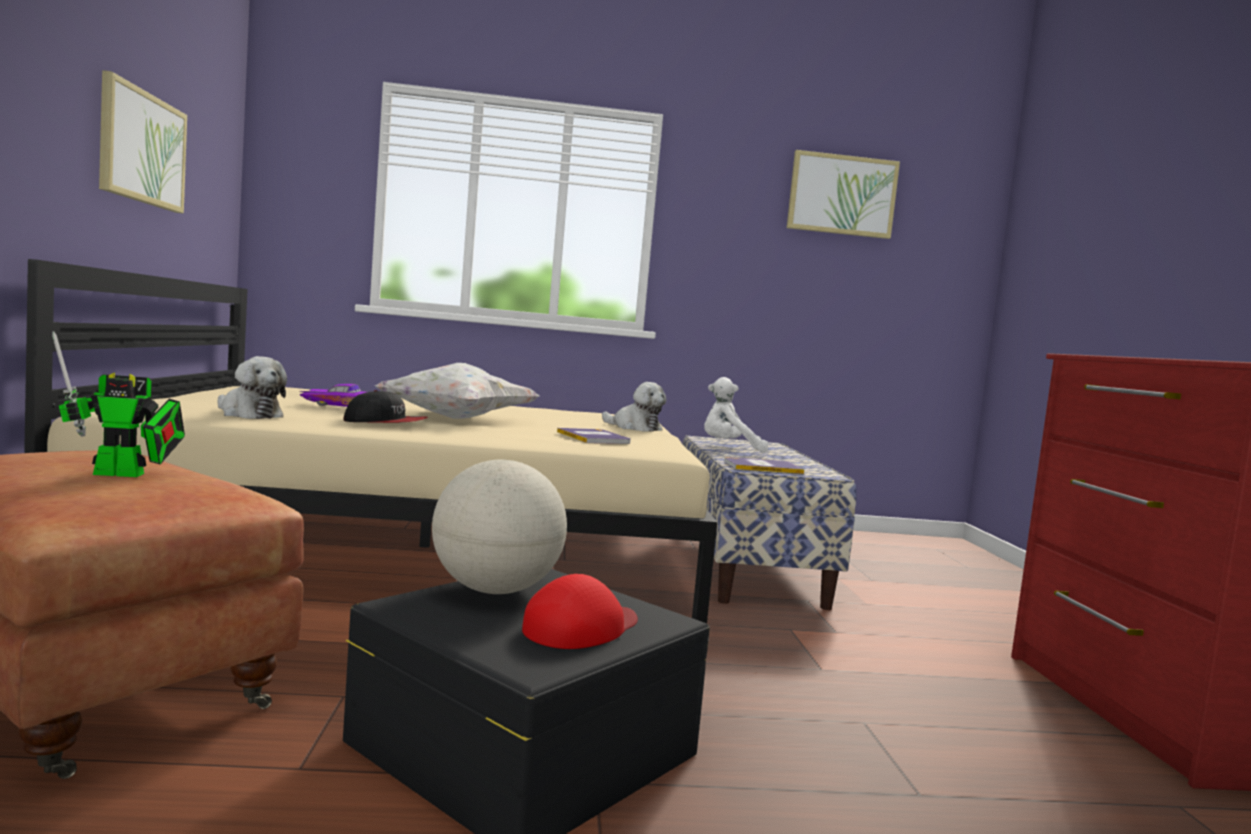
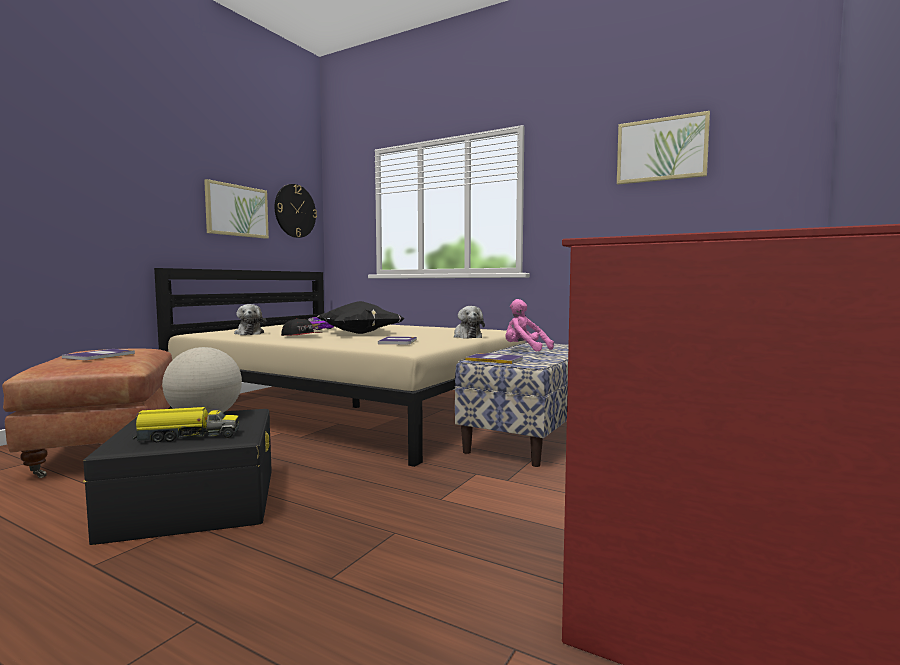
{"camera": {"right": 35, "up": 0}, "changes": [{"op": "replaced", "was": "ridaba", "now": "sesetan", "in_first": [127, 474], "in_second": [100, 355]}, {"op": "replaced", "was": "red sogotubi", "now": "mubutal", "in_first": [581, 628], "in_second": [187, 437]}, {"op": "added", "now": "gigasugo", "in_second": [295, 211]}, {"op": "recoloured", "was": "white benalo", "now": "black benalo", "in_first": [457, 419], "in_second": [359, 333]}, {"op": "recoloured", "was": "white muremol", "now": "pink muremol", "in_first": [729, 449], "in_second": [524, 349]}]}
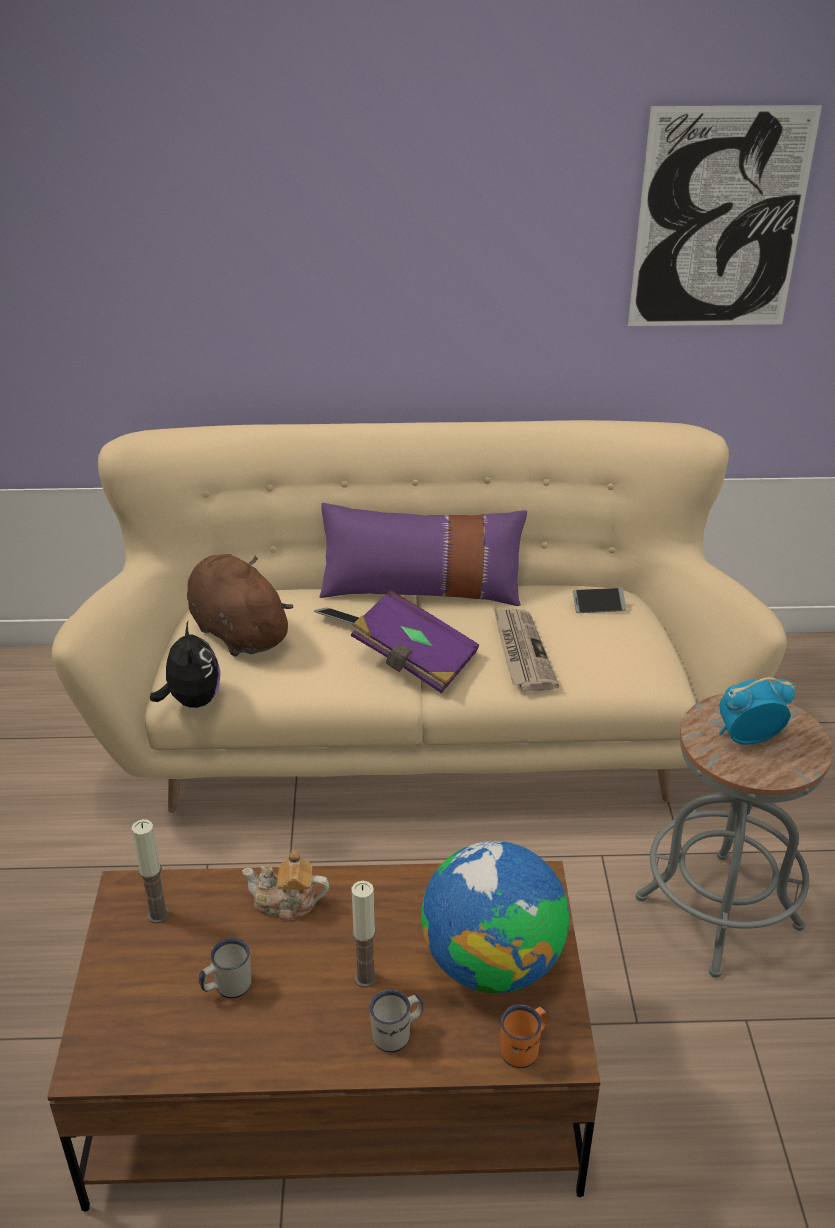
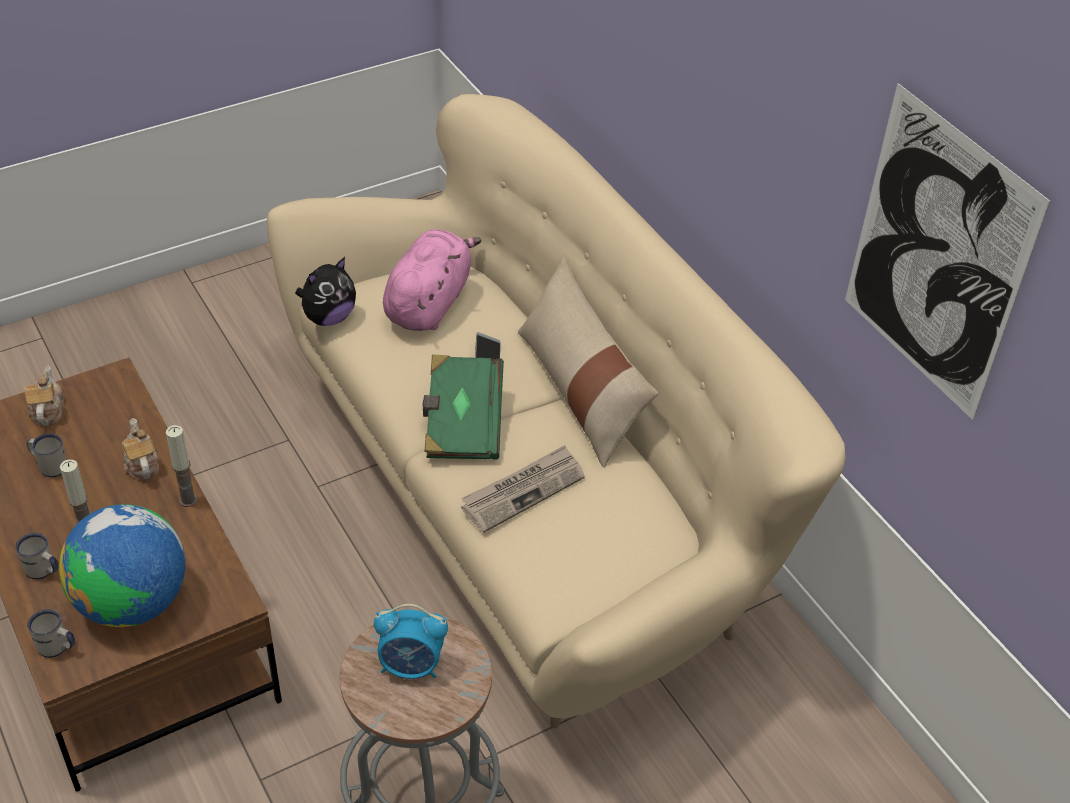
{"camera": {"right": 60, "up": 10}, "changes": [{"op": "added", "now": "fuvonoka", "in_second": [47, 410]}, {"op": "recoloured", "was": "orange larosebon", "now": "white larosebon", "in_first": [525, 1048], "in_second": [57, 648]}, {"op": "moved", "was": "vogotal", "in_first": [158, 915], "in_second": [188, 500]}, {"op": "turned", "was": "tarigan", "in_first": [747, 738], "in_second": [411, 666], "clockwise": 135}, {"op": "recoloured", "was": "brown muremol", "now": "pink muremol", "in_first": [237, 631], "in_second": [429, 303]}, {"op": "recoloured", "was": "purple sesetan", "now": "green sesetan", "in_first": [414, 660], "in_second": [462, 424]}, {"op": "recoloured", "was": "purple benalo", "now": "beige benalo", "in_first": [421, 589], "in_second": [580, 391]}, {"op": "removed", "was": "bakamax", "in_first": [598, 605]}]}
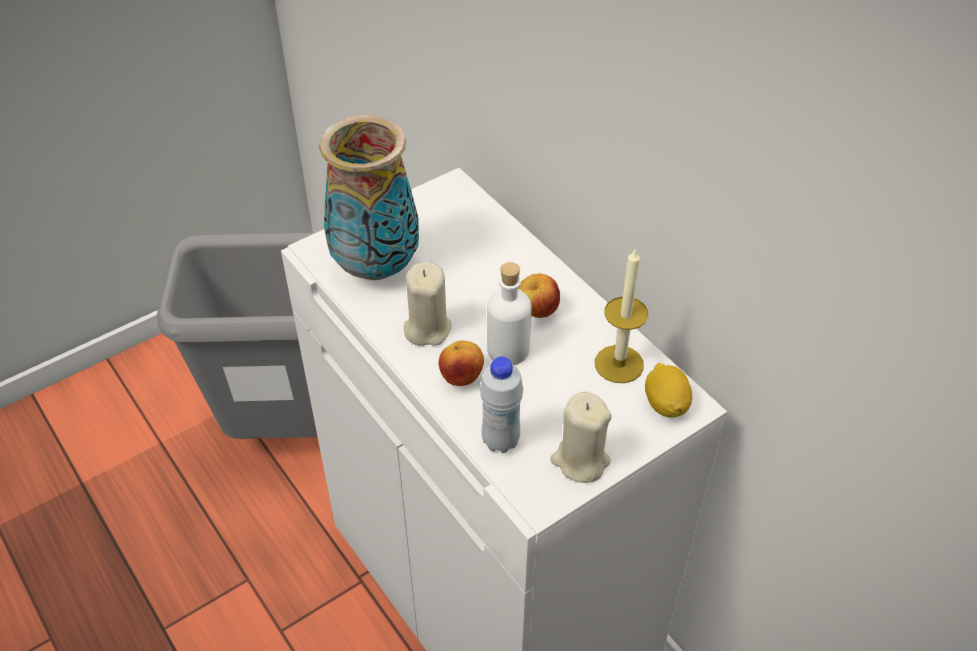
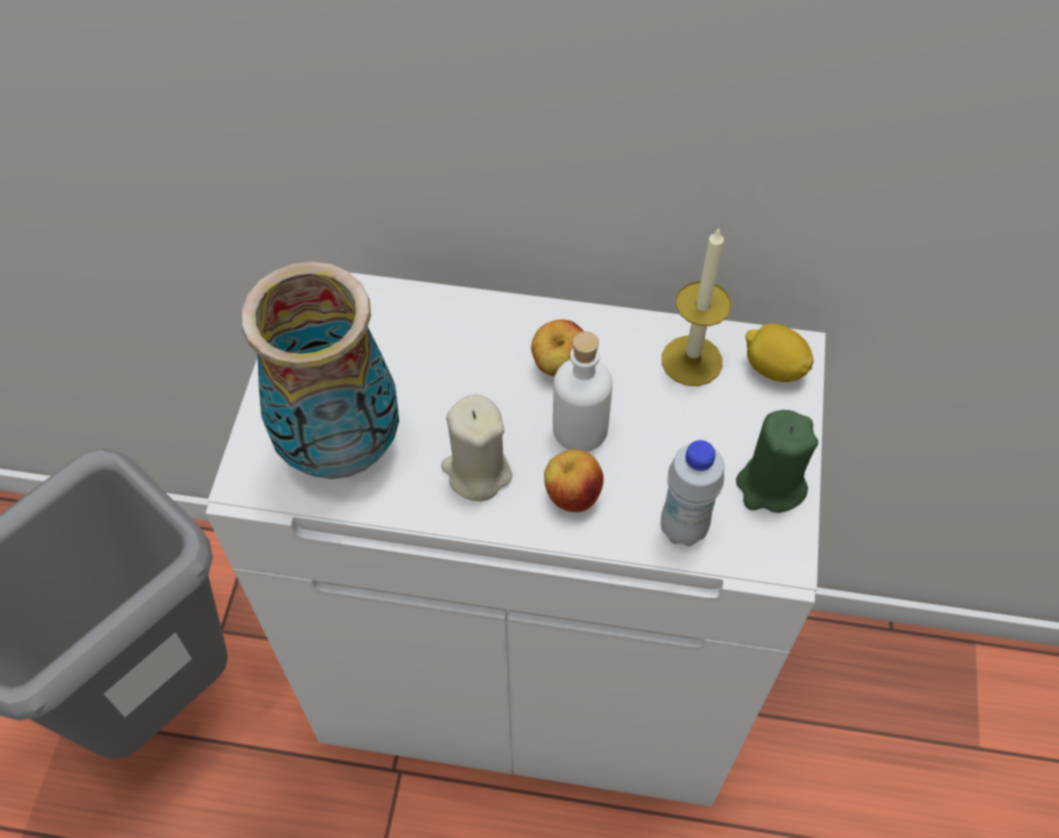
{"camera": {"right": -45, "up": 10}, "changes": [{"op": "recoloured", "was": "beige vogotal", "now": "green vogotal", "in_first": [580, 461], "in_second": [770, 486]}]}
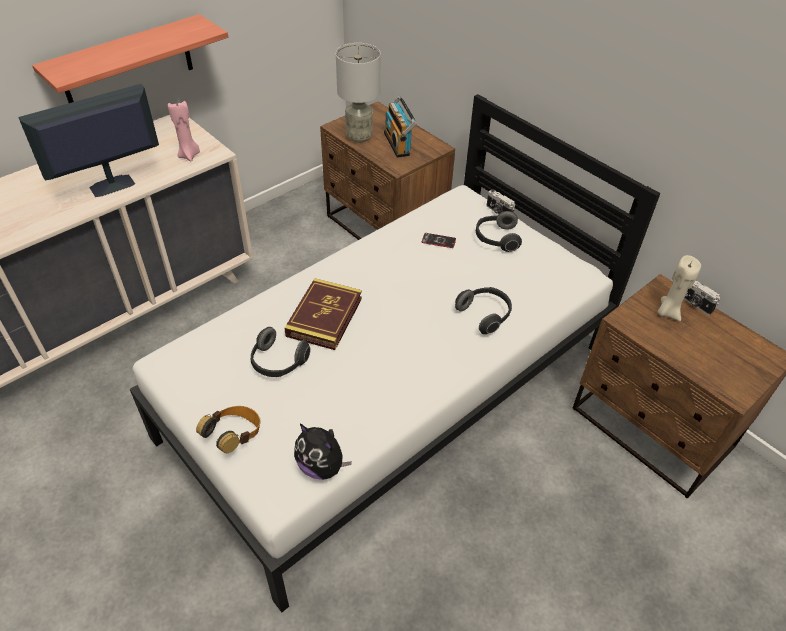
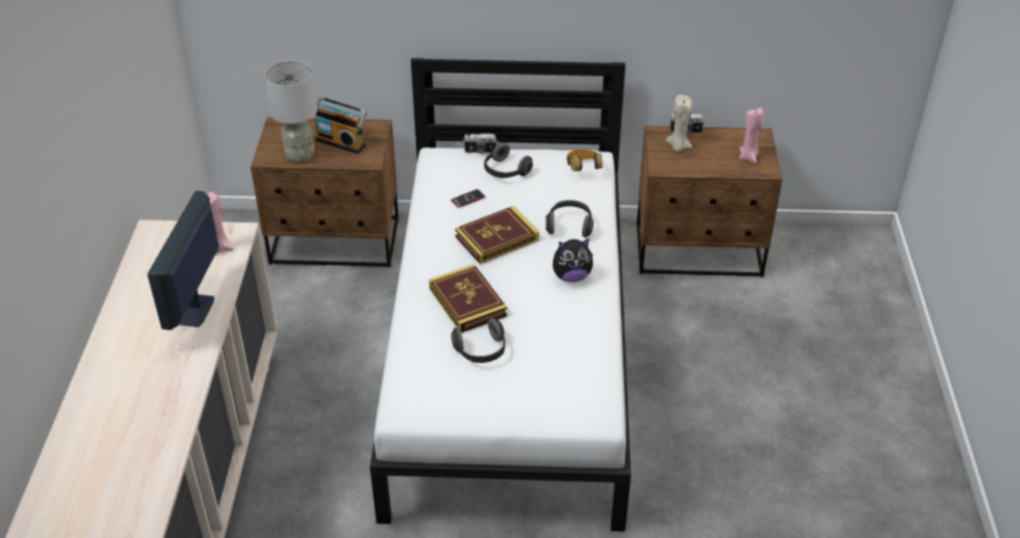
{"camera": {"right": -45, "up": -5}, "changes": [{"op": "added", "now": "sesetan", "in_second": [497, 238]}, {"op": "moved", "was": "muremol", "in_first": [322, 466], "in_second": [571, 276]}, {"op": "moved", "was": "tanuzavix", "in_first": [235, 436], "in_second": [583, 169]}, {"op": "added", "now": "pink vogotal", "in_second": [748, 157]}, {"op": "removed", "was": "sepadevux", "in_first": [127, 63]}]}
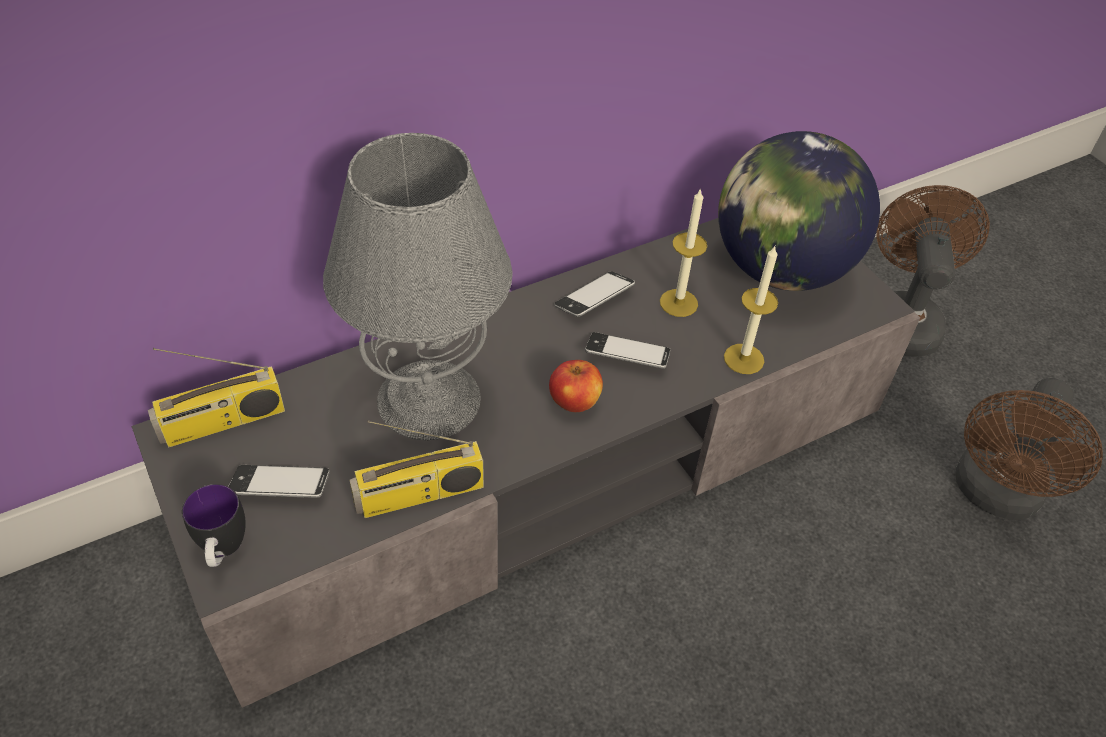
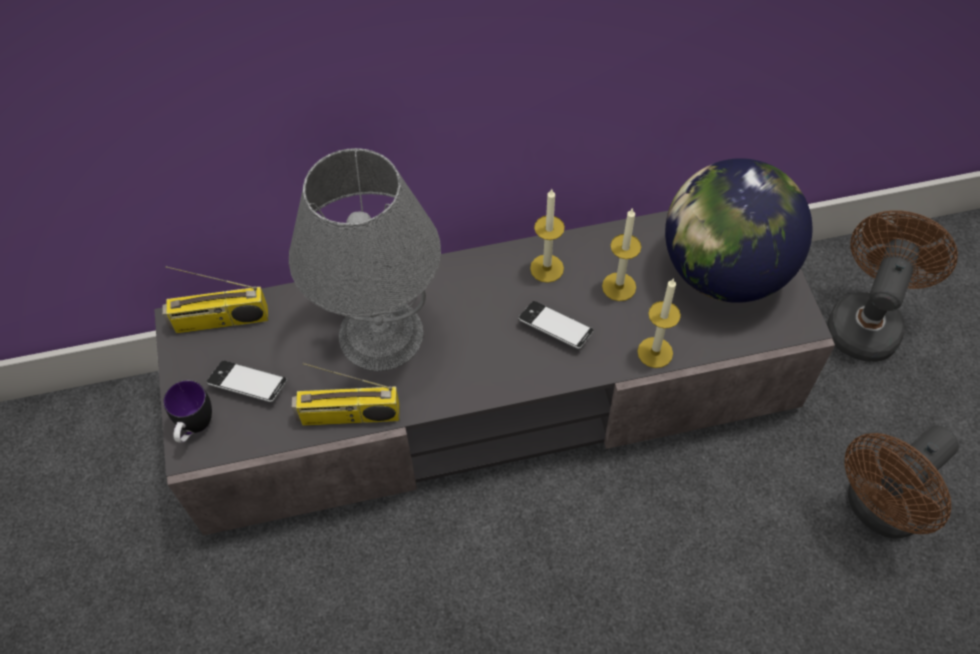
{"camera": {"right": 20, "up": 10}, "changes": [{"op": "replaced", "was": "bakamax", "now": "vogotal", "in_first": [594, 299], "in_second": [547, 268]}, {"op": "removed", "was": "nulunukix", "in_first": [574, 401]}]}
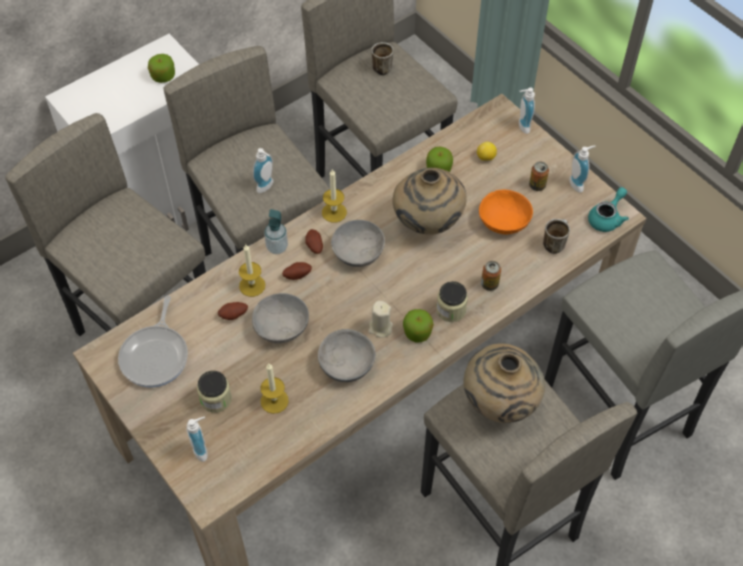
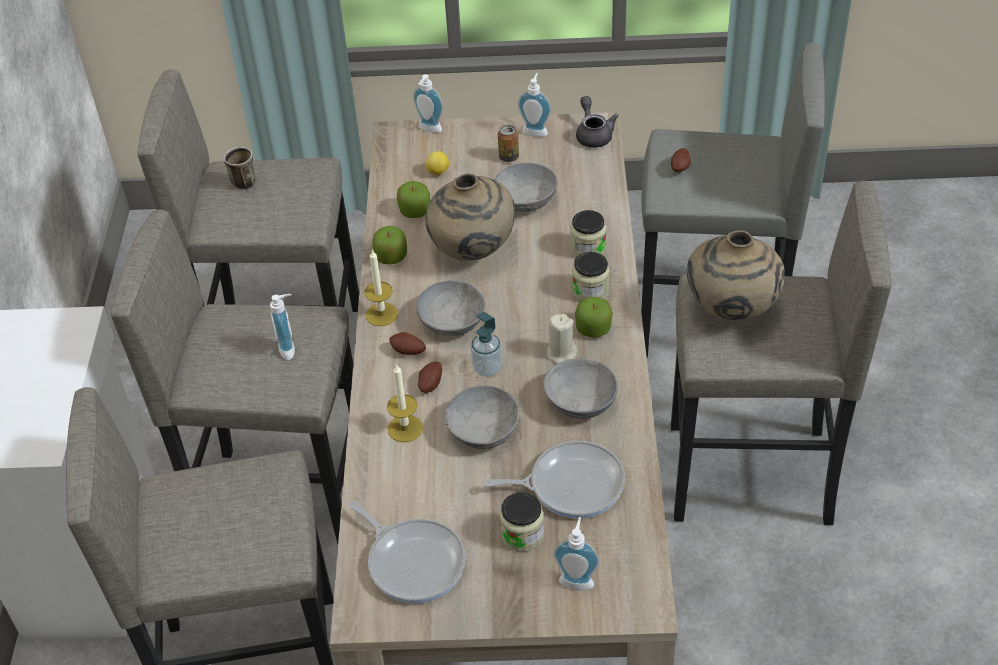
{"camera": {"right": -50, "up": -10}, "changes": [{"op": "moved", "was": "nulunukix", "in_first": [163, 76], "in_second": [391, 257]}, {"op": "moved", "was": "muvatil", "in_first": [277, 247], "in_second": [487, 368]}, {"op": "replaced", "was": "vogotal", "now": "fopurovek", "in_first": [274, 401], "in_second": [571, 484]}, {"op": "recoloured", "was": "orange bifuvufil", "now": "grey bifuvufil", "in_first": [504, 222], "in_second": [527, 200]}, {"op": "replaced", "was": "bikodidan", "now": "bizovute", "in_first": [489, 284], "in_second": [588, 249]}, {"op": "recoloured", "was": "turquoise fuvonoka", "now": "grey fuvonoka", "in_first": [607, 218], "in_second": [593, 134]}, {"op": "moved", "was": "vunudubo", "in_first": [234, 315], "in_second": [680, 168]}, {"op": "removed", "was": "larosebon", "in_first": [554, 243]}]}
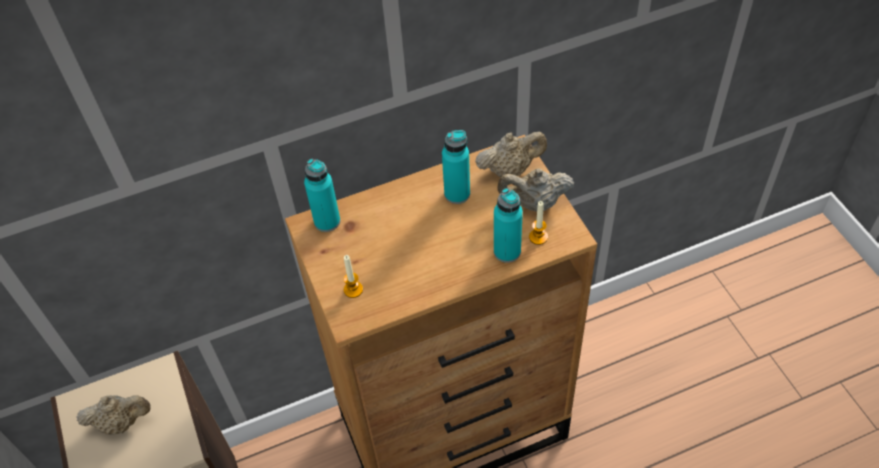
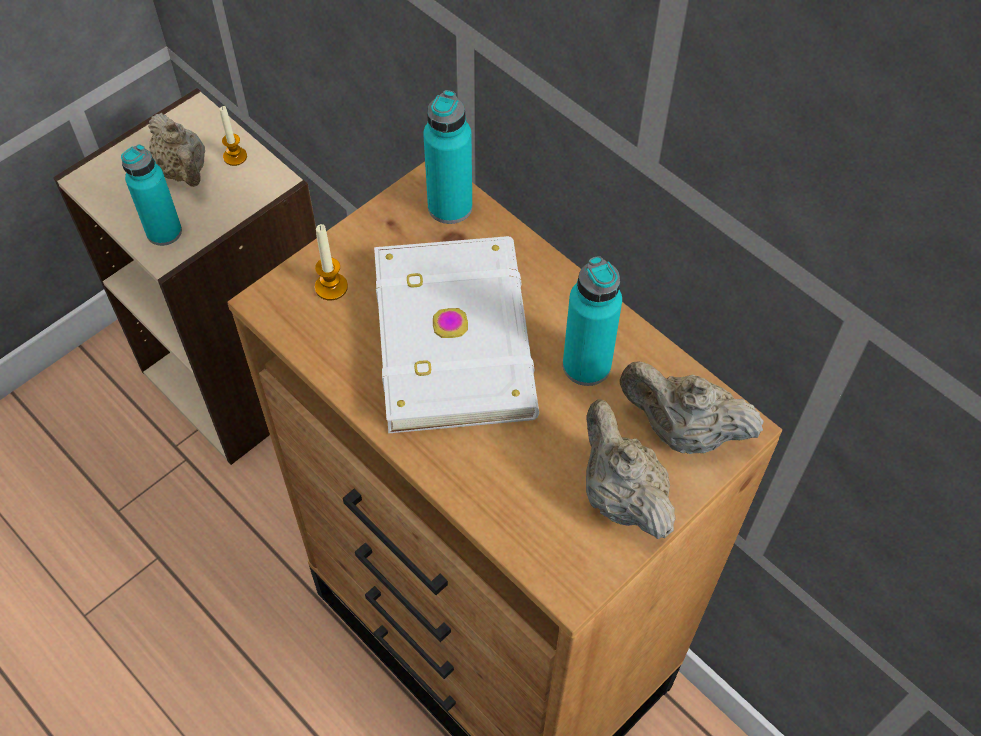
{"camera": {"right": 65, "up": 5}, "changes": [{"op": "moved", "was": "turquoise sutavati", "in_first": [507, 251], "in_second": [164, 232]}, {"op": "moved", "was": "vogotal", "in_first": [538, 237], "in_second": [235, 157]}, {"op": "added", "now": "white sesetan", "in_second": [458, 337]}, {"op": "turned", "was": "beige fuvonoka", "in_first": [510, 169], "in_second": [682, 431], "clockwise": 150}]}
